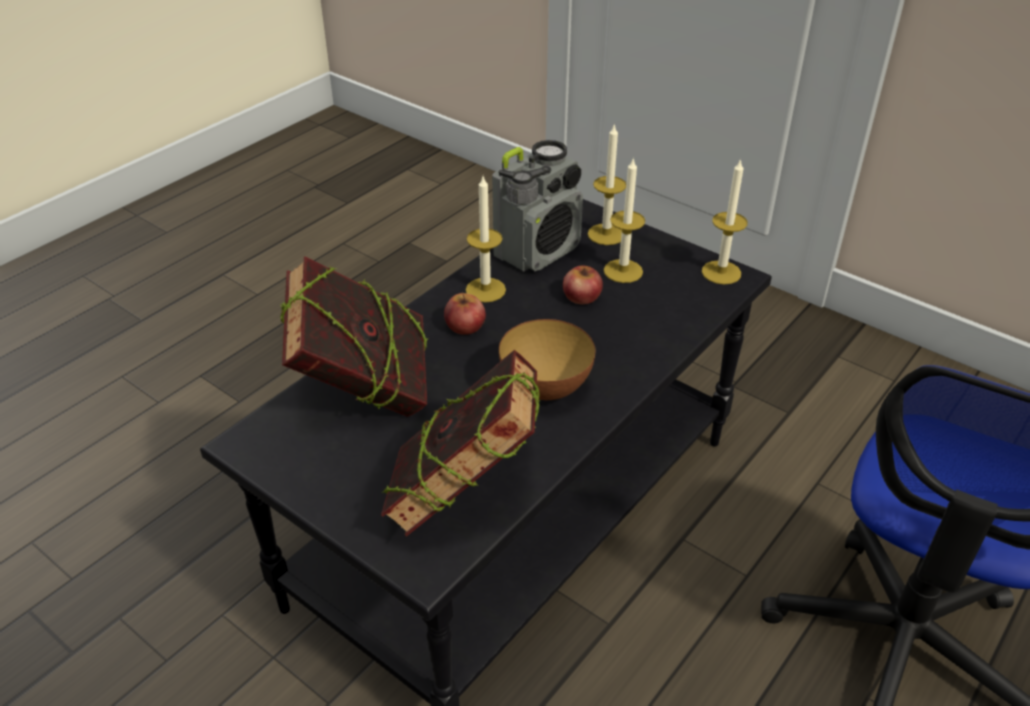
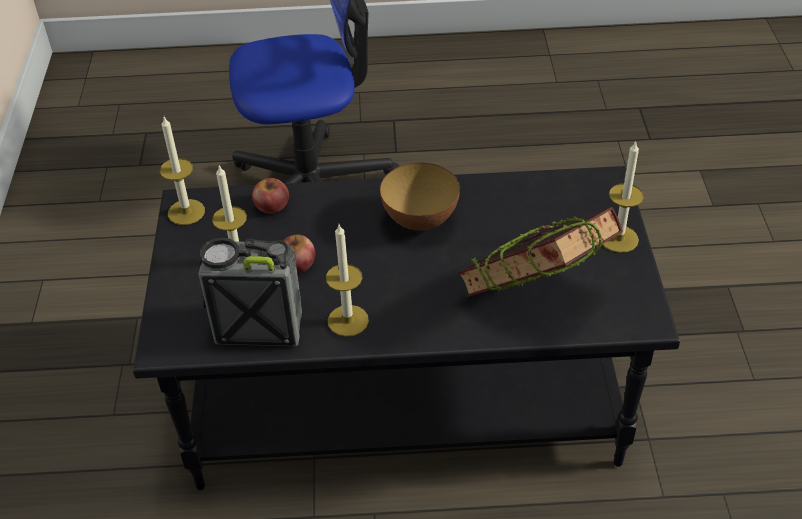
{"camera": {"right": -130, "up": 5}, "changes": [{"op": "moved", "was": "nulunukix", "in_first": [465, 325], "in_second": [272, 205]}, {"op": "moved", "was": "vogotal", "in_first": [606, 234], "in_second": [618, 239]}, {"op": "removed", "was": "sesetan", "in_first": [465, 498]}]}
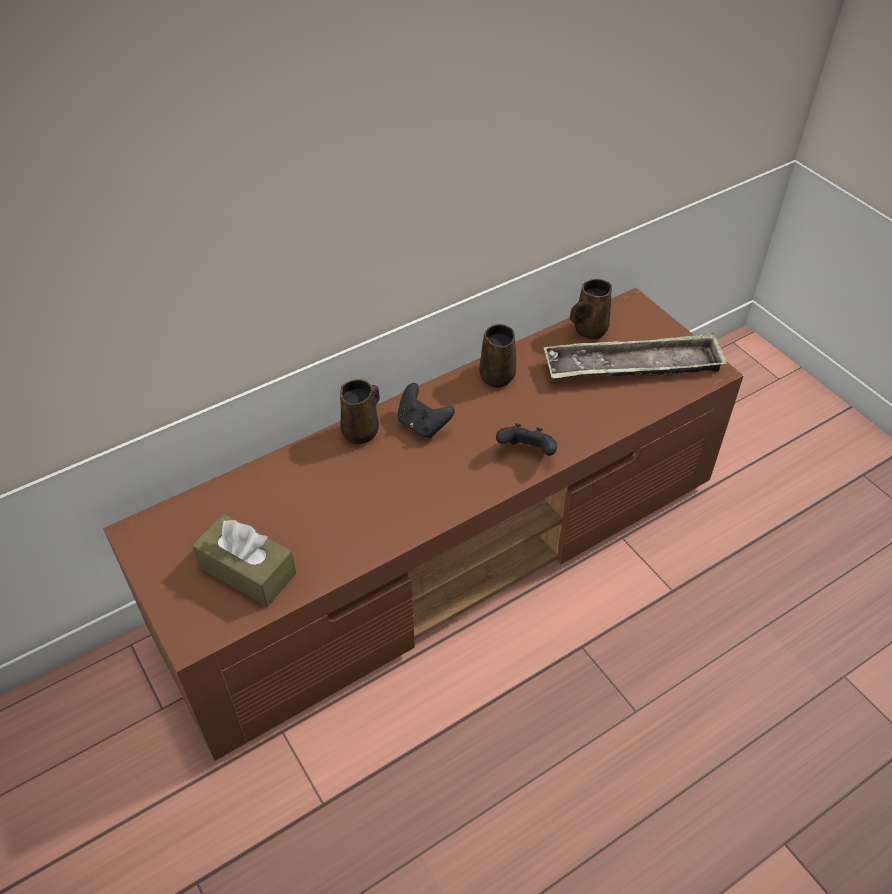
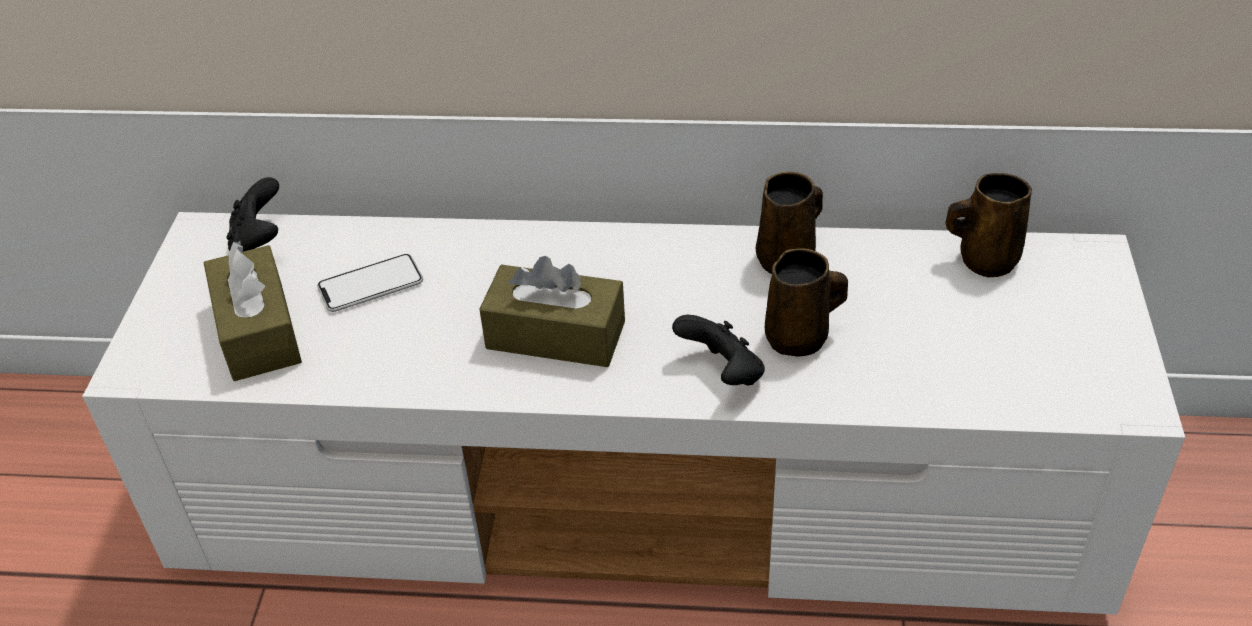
{"camera": {"right": 40, "up": -5}, "changes": [{"op": "recoloured", "was": "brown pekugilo", "now": "white pekugilo", "in_first": [448, 553], "in_second": [642, 498]}, {"op": "moved", "was": "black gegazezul", "in_first": [423, 425], "in_second": [259, 241]}, {"op": "added", "now": "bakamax", "in_second": [370, 285]}, {"op": "added", "now": "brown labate", "in_second": [555, 335]}, {"op": "moved", "was": "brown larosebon", "in_first": [362, 431], "in_second": [800, 338]}, {"op": "removed", "was": "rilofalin", "in_first": [633, 366]}]}
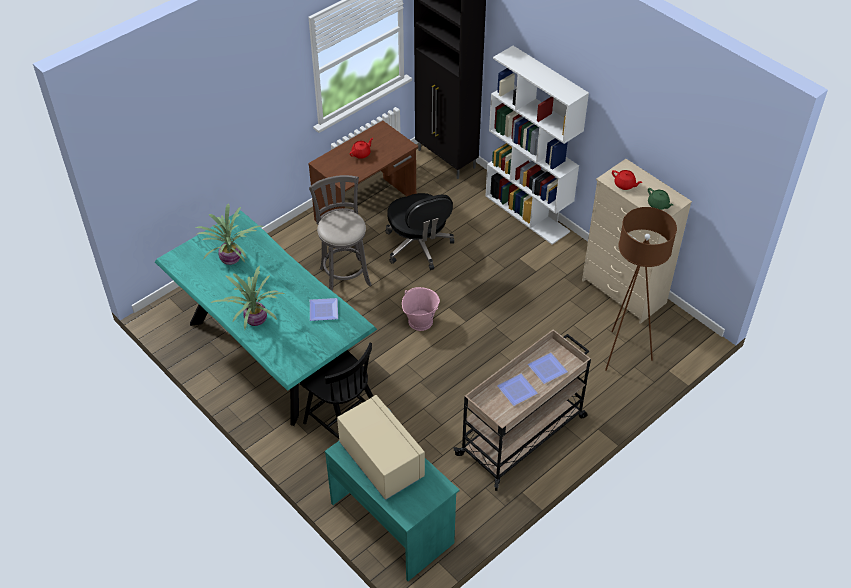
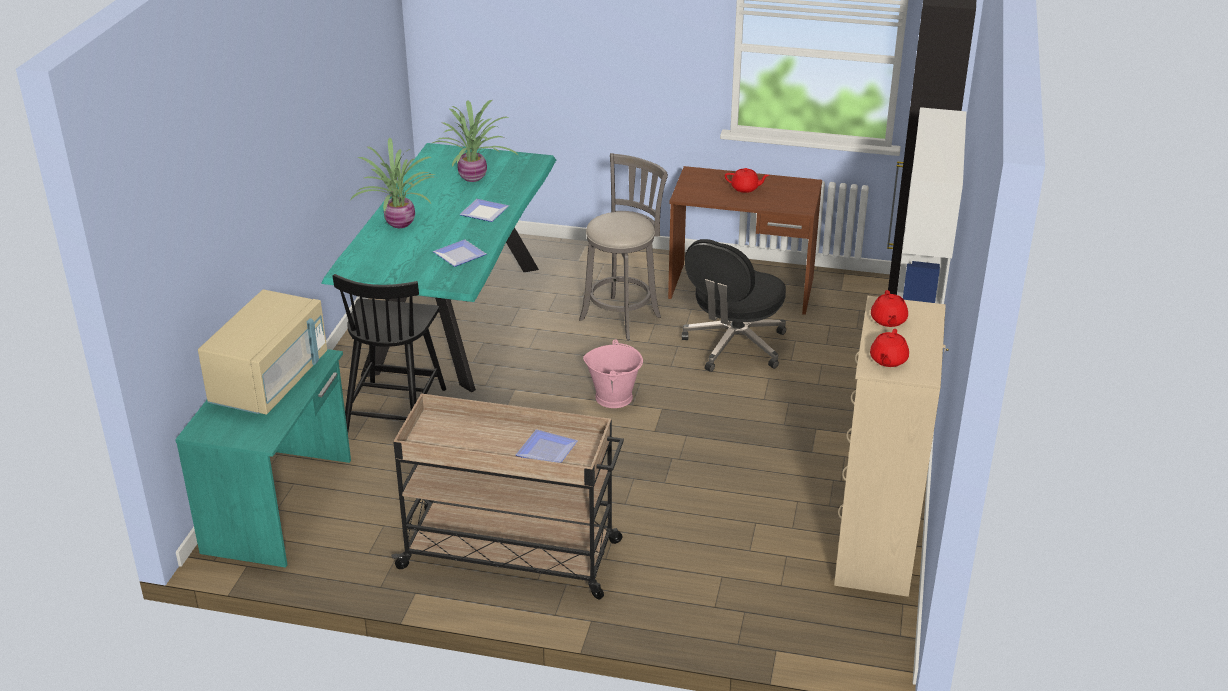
{"camera": {"right": 55, "up": -15}, "changes": [{"op": "moved", "was": "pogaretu", "in_first": [518, 391], "in_second": [485, 213]}, {"op": "recoloured", "was": "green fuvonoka", "now": "red fuvonoka", "in_first": [658, 205], "in_second": [888, 360]}, {"op": "removed", "was": "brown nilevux", "in_first": [623, 353]}]}
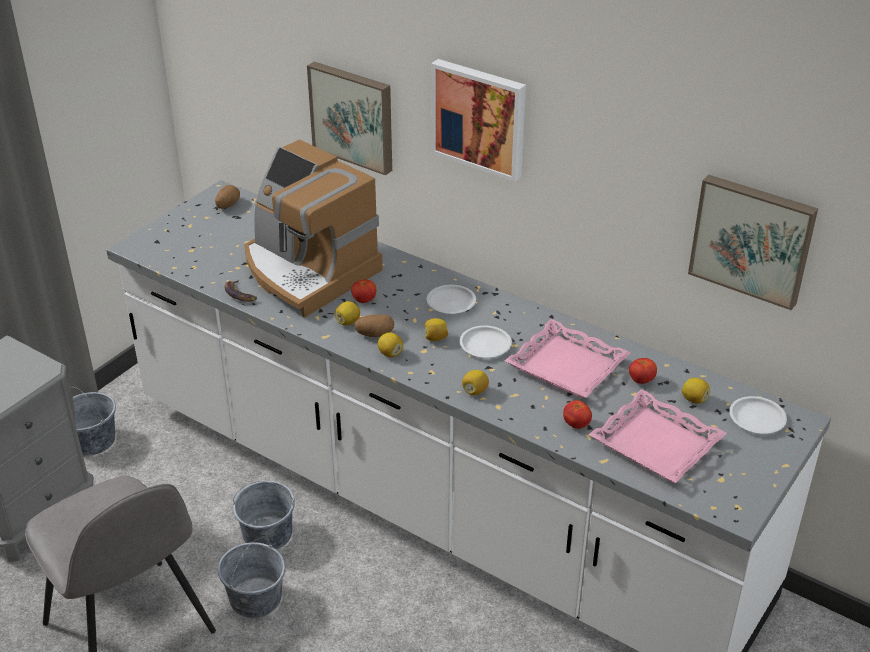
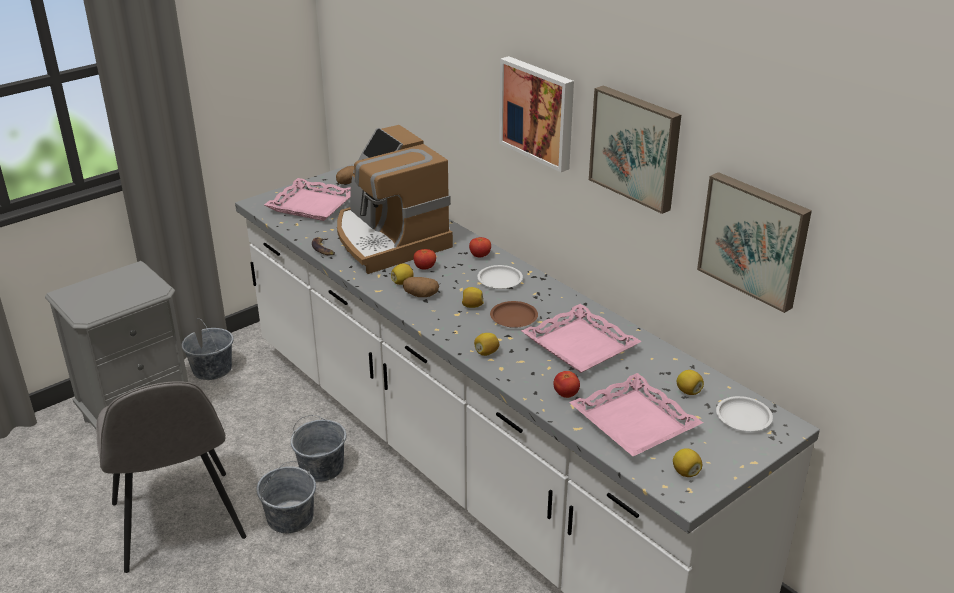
{"camera": {"right": 15, "up": -5}, "changes": [{"op": "added", "now": "pink rilofalin", "in_second": [312, 205]}, {"op": "moved", "was": "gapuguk", "in_first": [641, 380], "in_second": [480, 256]}, {"op": "recoloured", "was": "white pogaretu", "now": "brown pogaretu", "in_first": [485, 345], "in_second": [513, 318]}, {"op": "moved", "was": "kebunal", "in_first": [353, 116], "in_second": [636, 147]}, {"op": "moved", "was": "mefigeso", "in_first": [390, 353], "in_second": [685, 472]}]}
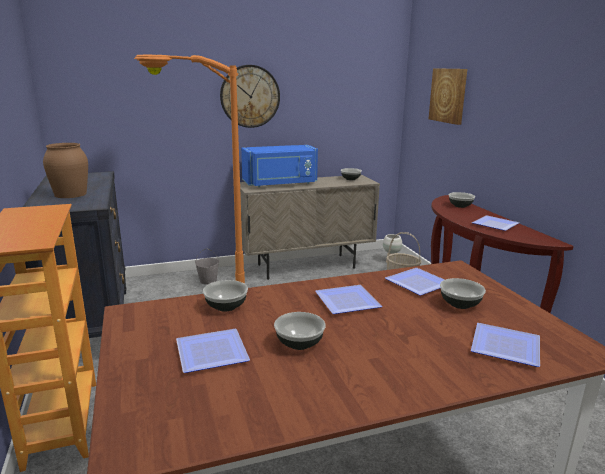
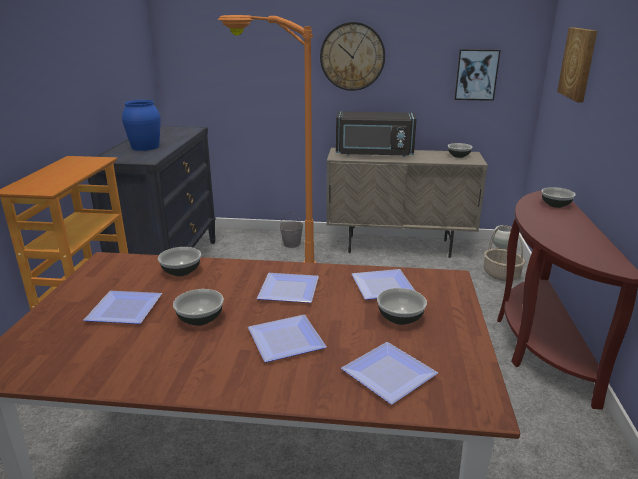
{"camera": {"right": 25, "up": 5}, "changes": [{"op": "recoloured", "was": "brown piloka", "now": "blue piloka", "in_first": [70, 194], "in_second": [145, 147]}, {"op": "moved", "was": "pogaretu", "in_first": [494, 224], "in_second": [287, 339]}, {"op": "recoloured", "was": "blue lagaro", "now": "black lagaro", "in_first": [280, 184], "in_second": [374, 154]}, {"op": "added", "now": "kebunal", "in_second": [476, 74]}]}
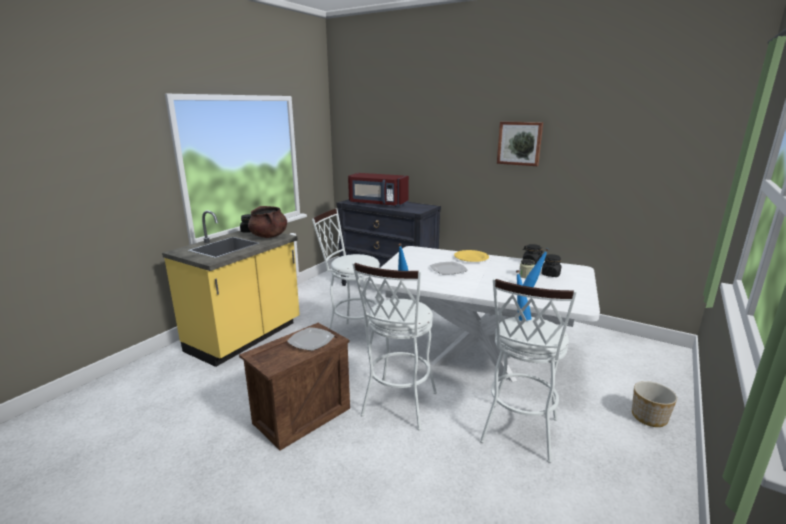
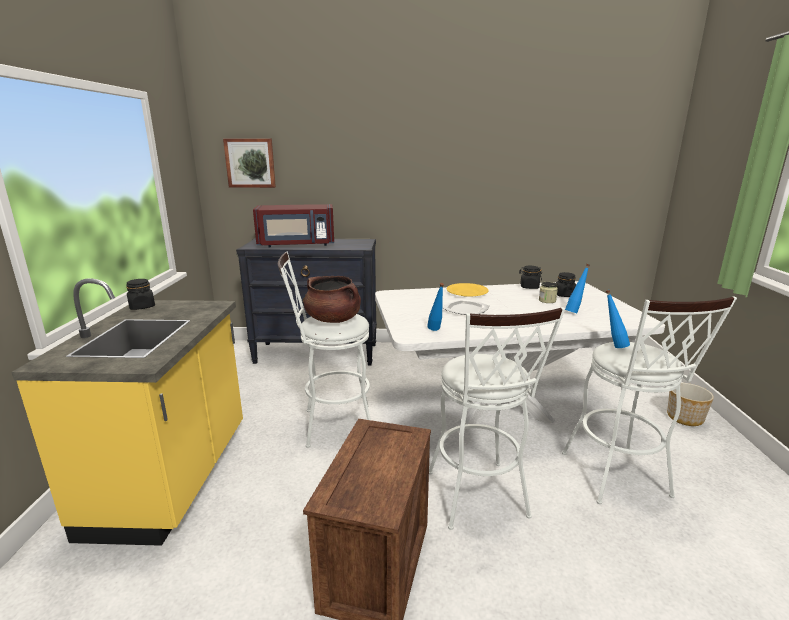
{"camera": {"right": -30, "up": 0}, "changes": [{"op": "moved", "was": "kebunal", "in_first": [519, 143], "in_second": [250, 163]}, {"op": "moved", "was": "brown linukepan", "in_first": [269, 236], "in_second": [333, 319]}, {"op": "removed", "was": "pogaretu", "in_first": [310, 340]}]}
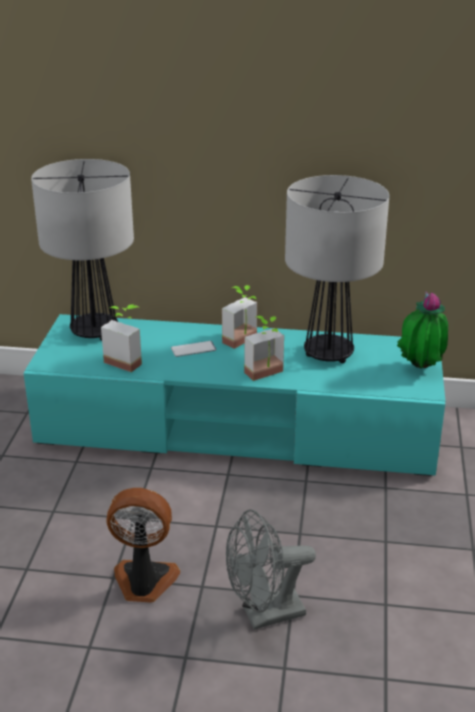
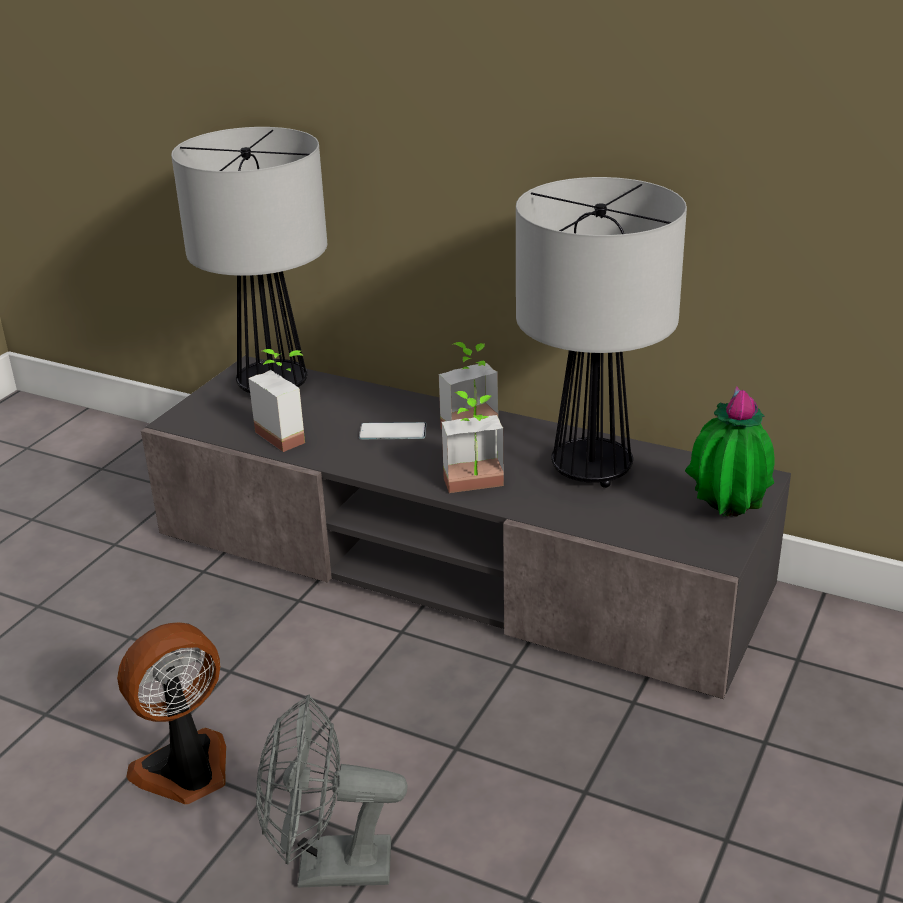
{"camera": {"right": 20, "up": 0}, "changes": [{"op": "turned", "was": "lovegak", "in_first": [144, 582], "in_second": [187, 772], "clockwise": -60}, {"op": "recoloured", "was": "turquoise pekugilo", "now": "grey pekugilo", "in_first": [237, 428], "in_second": [455, 564]}]}
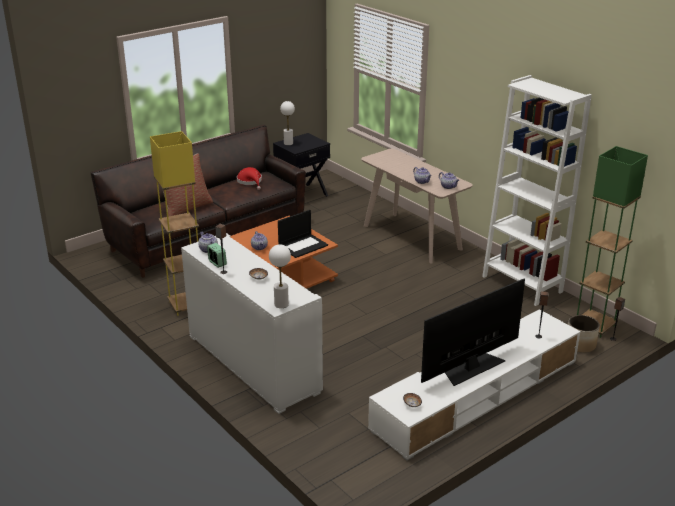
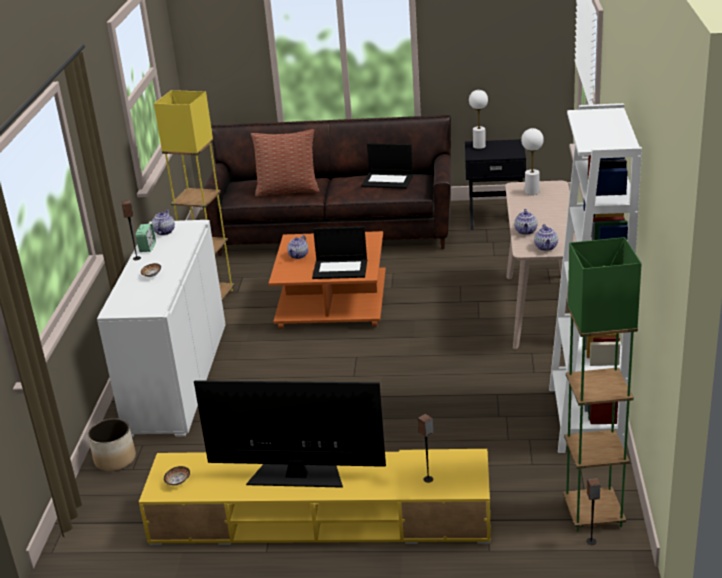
{"camera": {"right": 45, "up": 0}, "changes": [{"op": "moved", "was": "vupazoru", "in_first": [580, 345], "in_second": [115, 459]}, {"op": "recoloured", "was": "white pekugilo", "now": "yellow pekugilo", "in_first": [476, 395], "in_second": [319, 518]}, {"op": "replaced", "was": "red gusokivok", "now": "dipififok", "in_first": [250, 182], "in_second": [388, 180]}, {"op": "moved", "was": "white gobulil", "in_first": [281, 304], "in_second": [531, 192]}]}
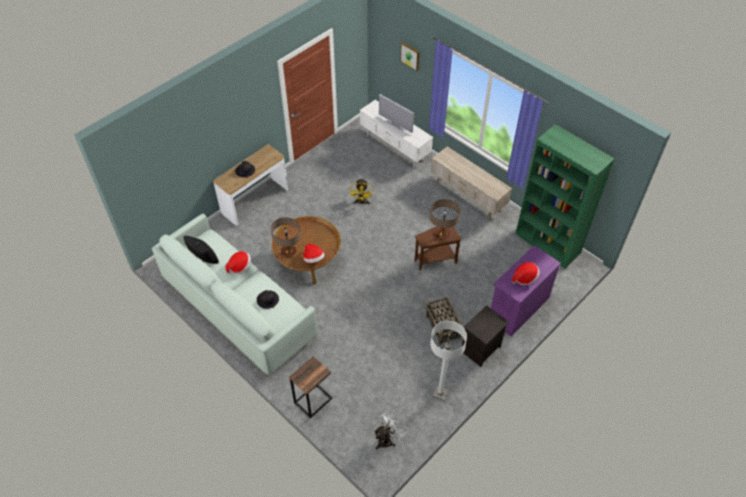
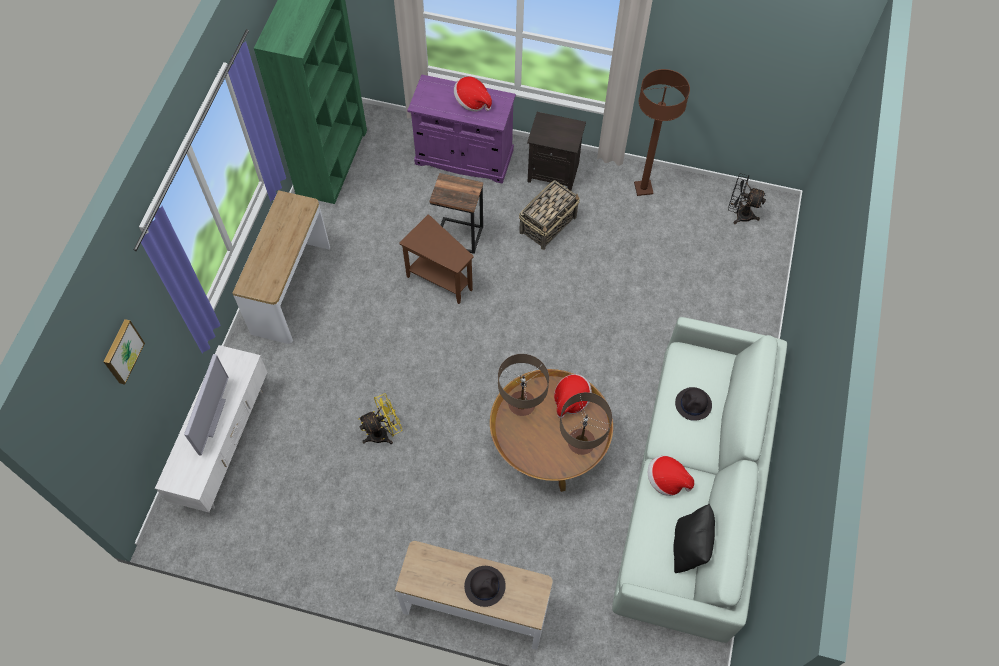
{"camera": {"right": -120, "up": 10}, "changes": [{"op": "replaced", "was": "beige pekugilo", "now": "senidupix", "in_first": [467, 197], "in_second": [291, 289]}, {"op": "moved", "was": "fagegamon", "in_first": [312, 400], "in_second": [458, 236]}, {"op": "moved", "was": "gobulil", "in_first": [442, 234], "in_second": [521, 404]}, {"op": "recoloured", "was": "white nilevux", "now": "brown nilevux", "in_first": [440, 393], "in_second": [643, 188]}, {"op": "recoloured", "was": "white lovegak", "now": "black lovegak", "in_first": [387, 439], "in_second": [739, 214]}]}
